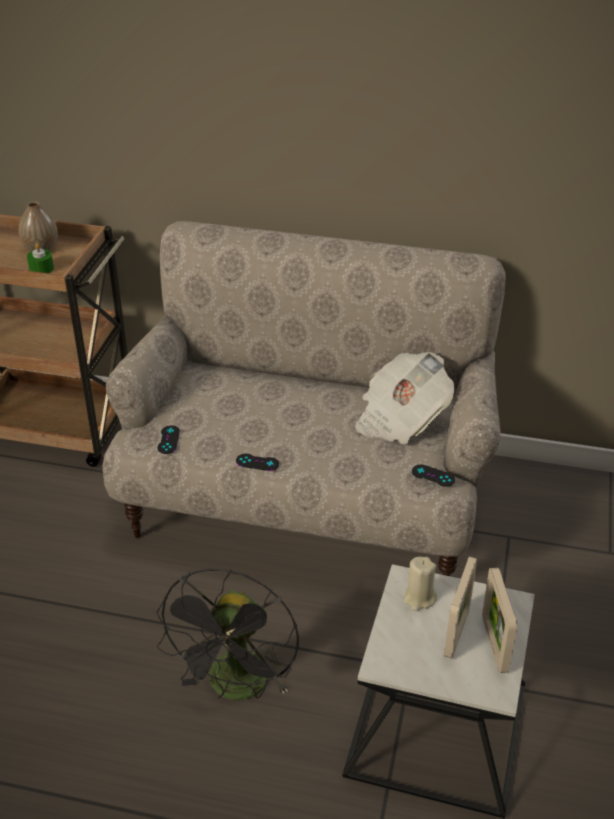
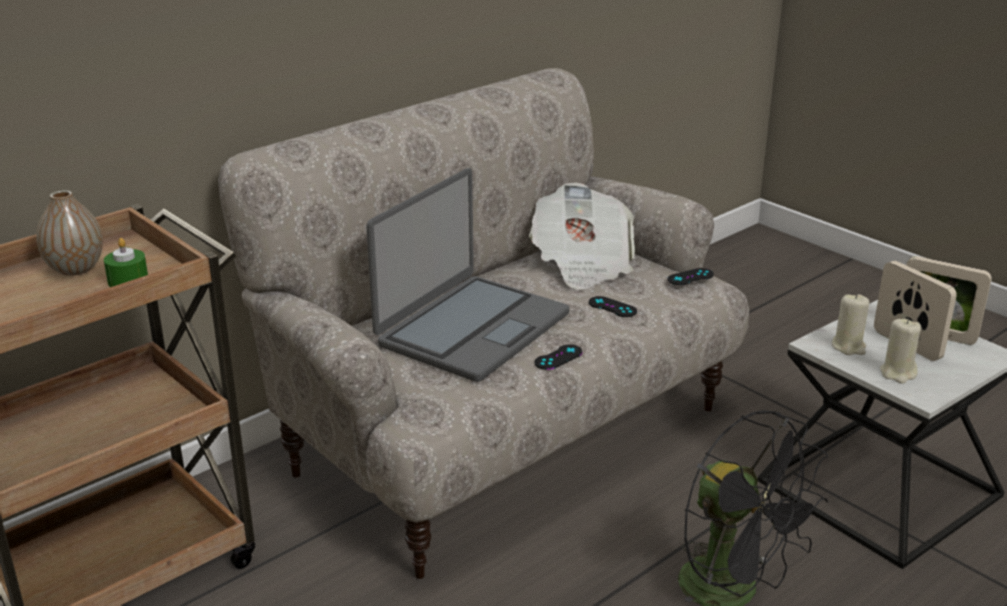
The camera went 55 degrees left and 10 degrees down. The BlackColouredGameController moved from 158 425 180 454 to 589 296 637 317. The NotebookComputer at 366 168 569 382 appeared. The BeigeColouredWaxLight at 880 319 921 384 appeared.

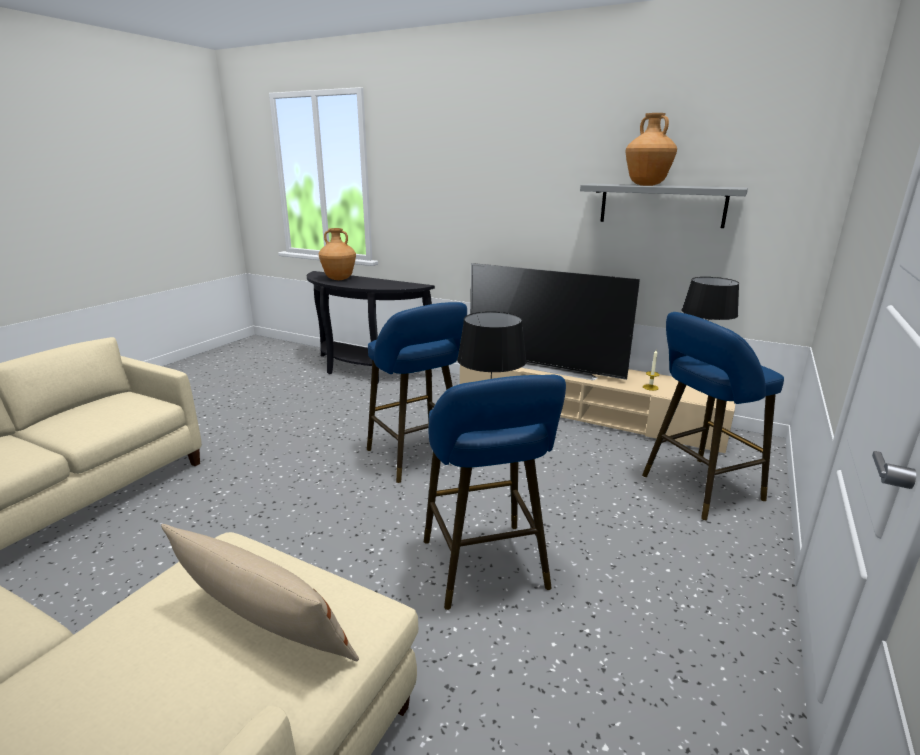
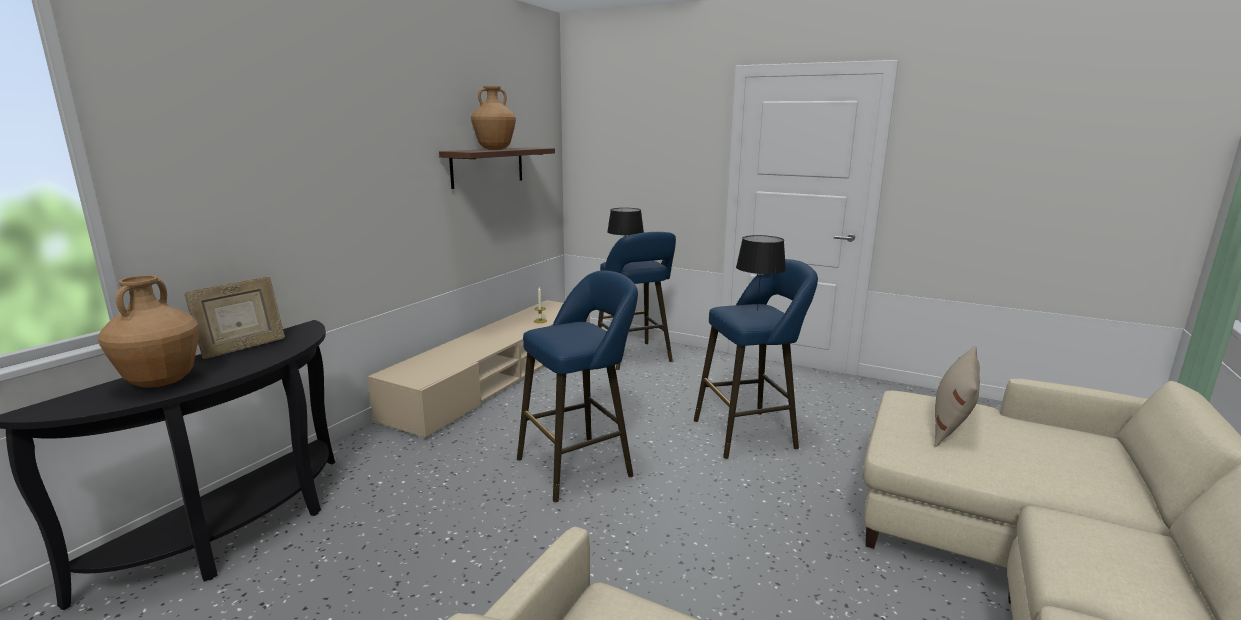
The camera went 90 degrees left and 5 degrees down. The GrayWallShelf at 580 184 748 228 became the BrownishWallShelf at 439 147 555 189. The Tv at 470 263 640 380 disappeared. The PhotoFrame at 184 276 285 359 appeared.

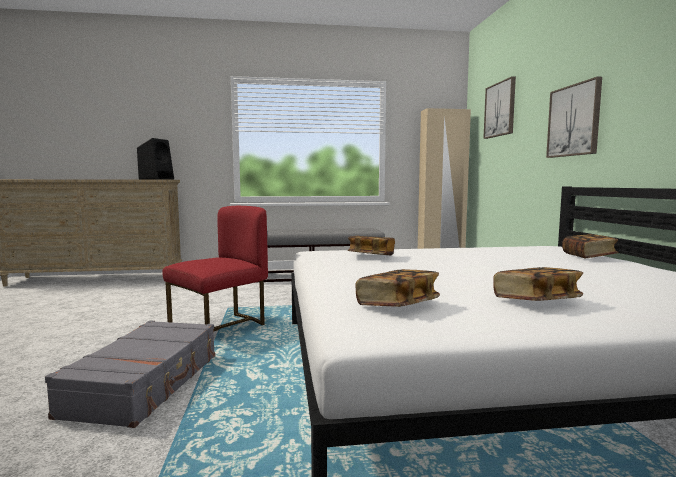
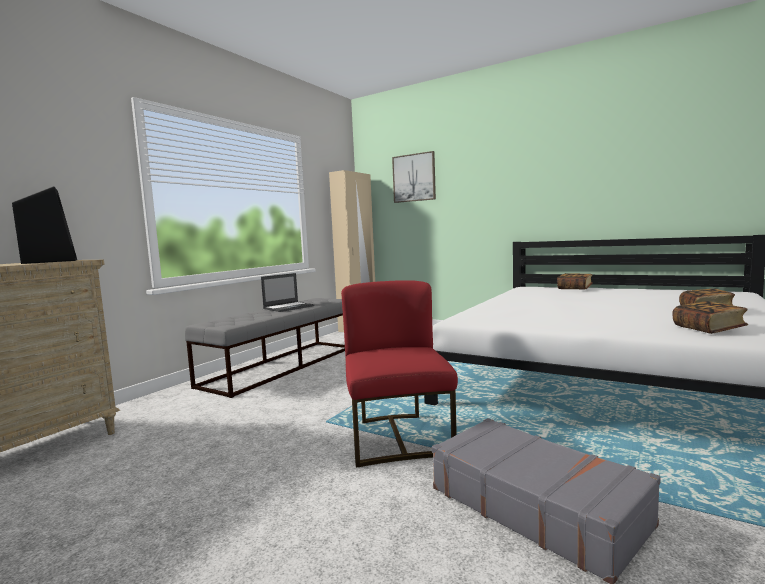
The camera went 50 degrees left and 0 degrees up. The WallPicture at 546 77 602 158 disappeared. The Volume at 348 236 395 255 disappeared. The NotebookComputer at 261 273 314 312 appeared.

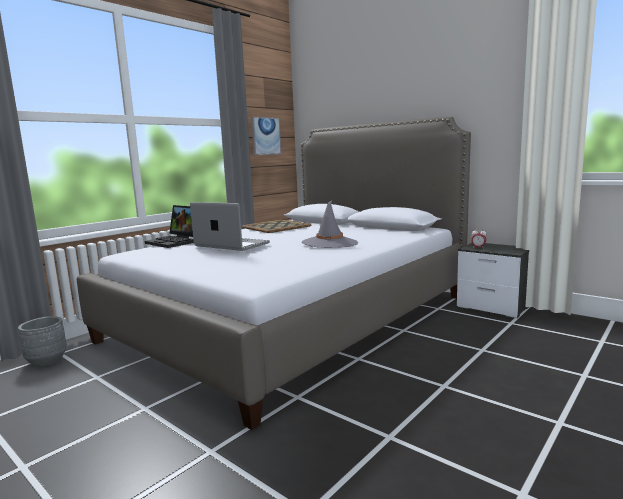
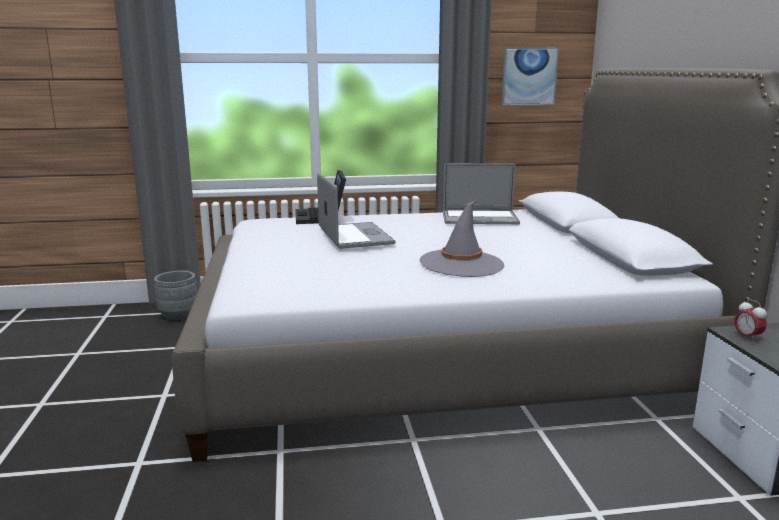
The camera went 40 degrees right and 5 degrees up. The Tray at 242 220 311 233 was replaced by the NotebookComputer at 443 163 520 224.

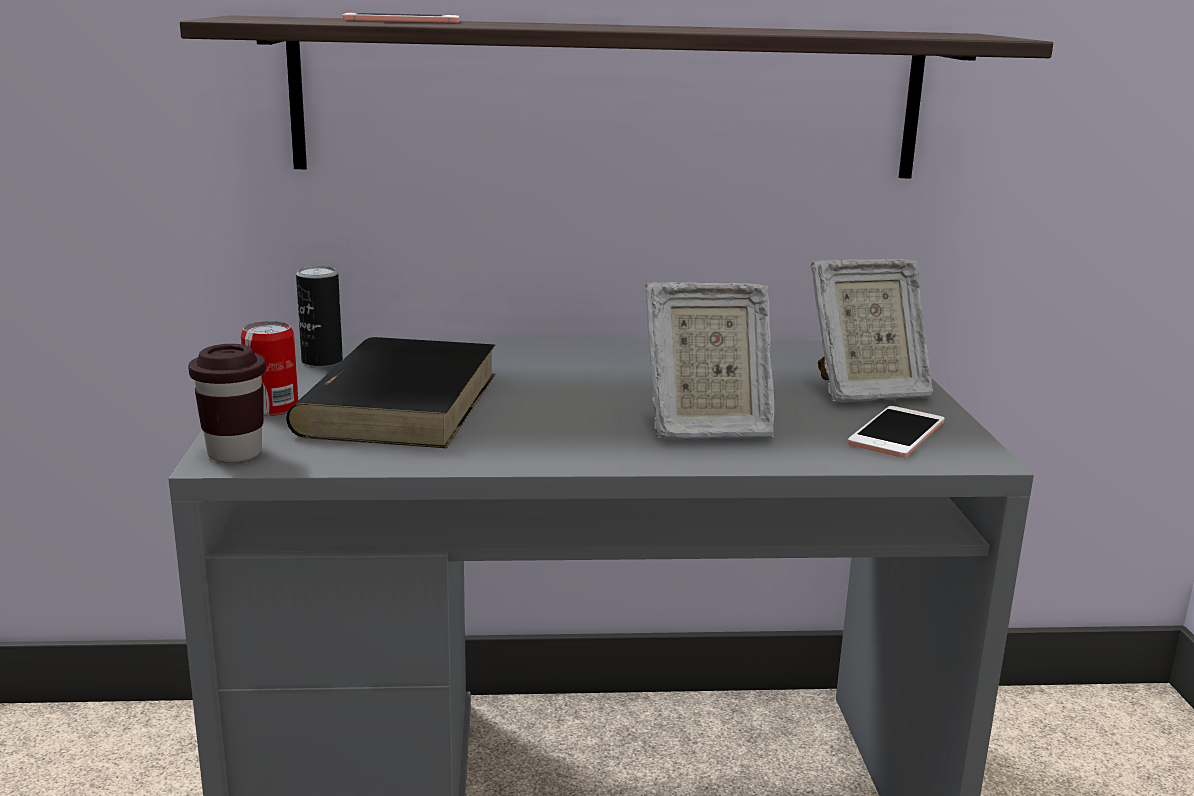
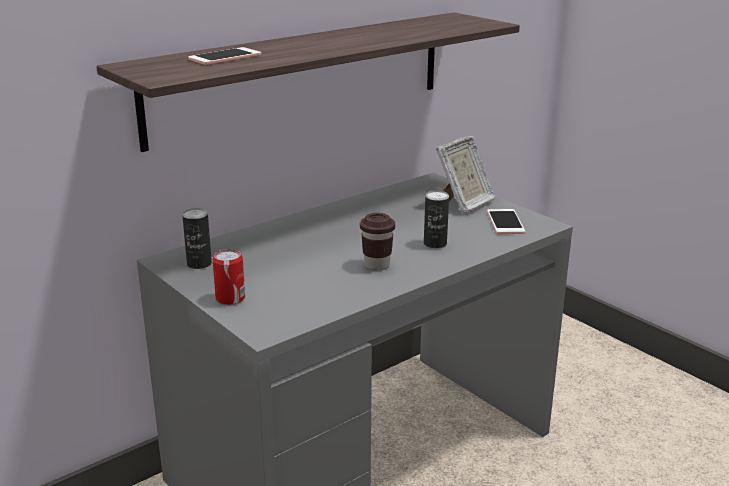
The camera went 35 degrees left and 5 degrees up. The PhotoFrame at 645 282 774 440 was replaced by the SealedCan at 424 190 449 249. The BlackColouredVolume at 286 337 495 448 disappeared. The BrownishSmallCup moved from 188 344 266 463 to 360 213 395 270.

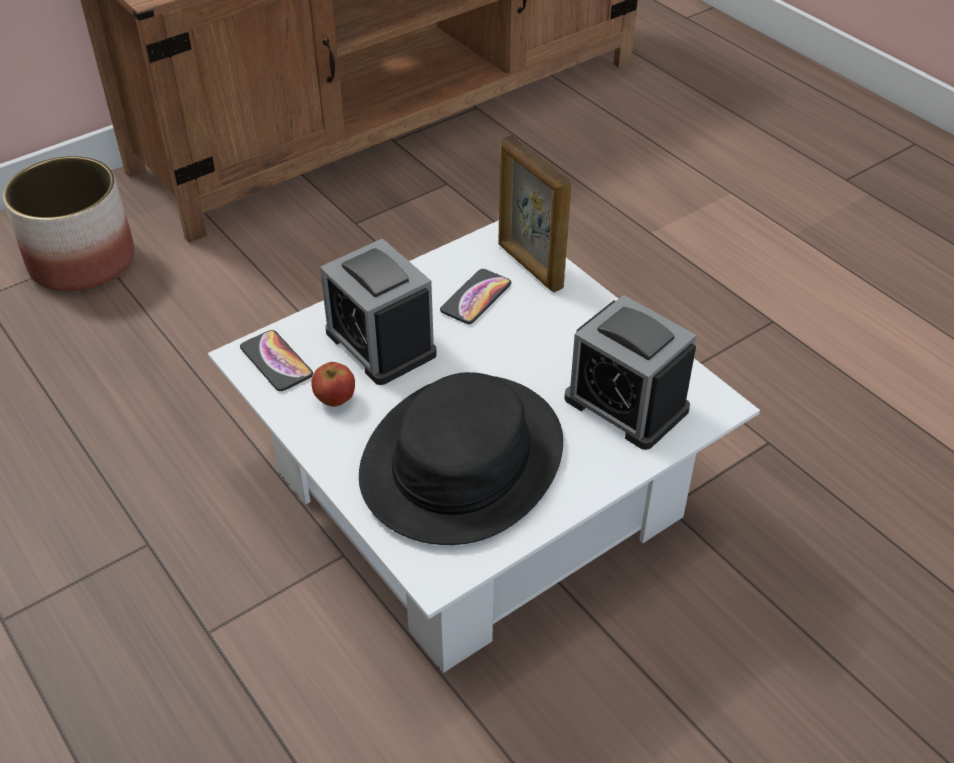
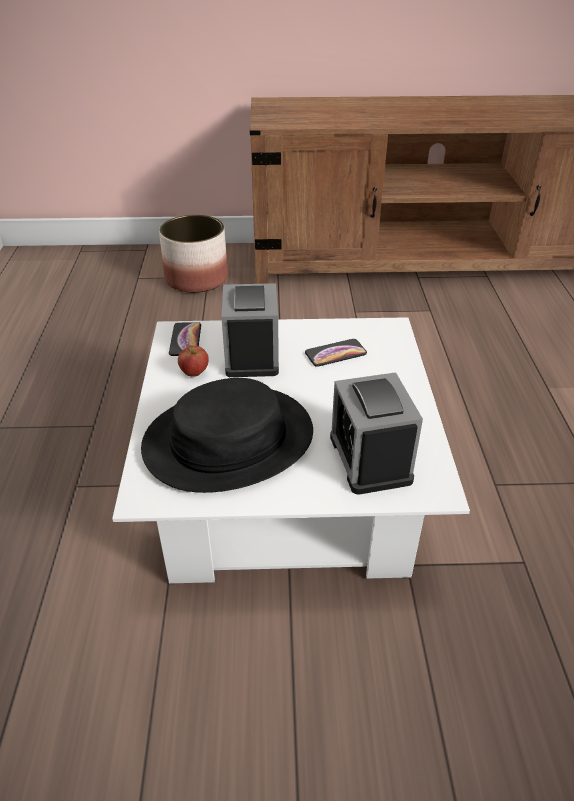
The camera went 35 degrees right and 5 degrees down. The PhotoFrame at 498 135 571 292 disappeared.

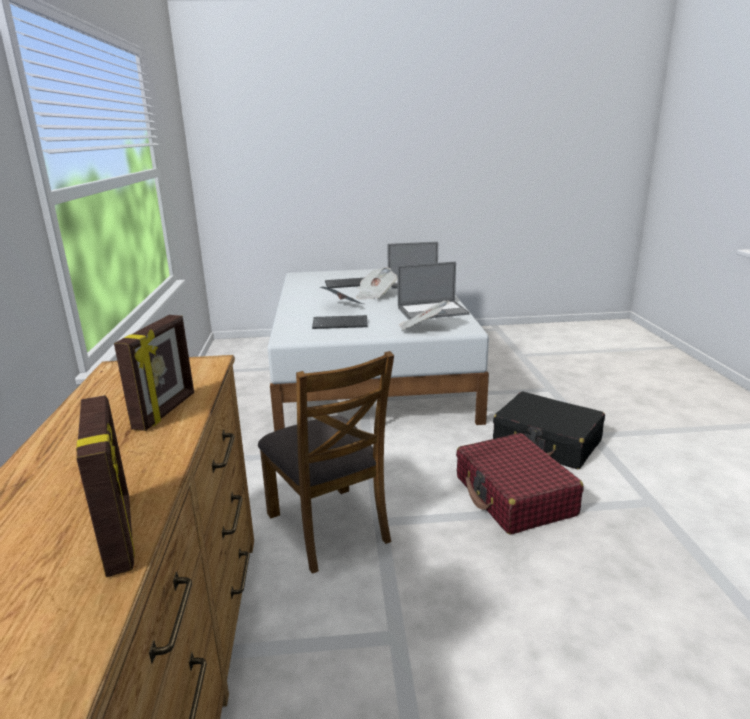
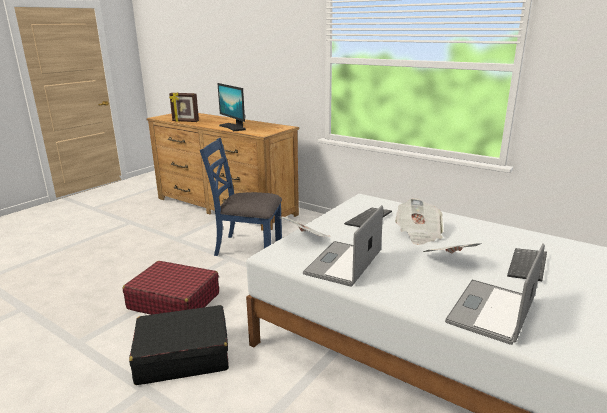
The camera went 130 degrees right and 0 degrees up. The PhotoFrame at 114 315 194 431 was replaced by the ComputerDisplay at 217 83 246 131. The BrownishUprightChair at 258 351 394 574 became the BlueUprightChair at 200 138 282 256.

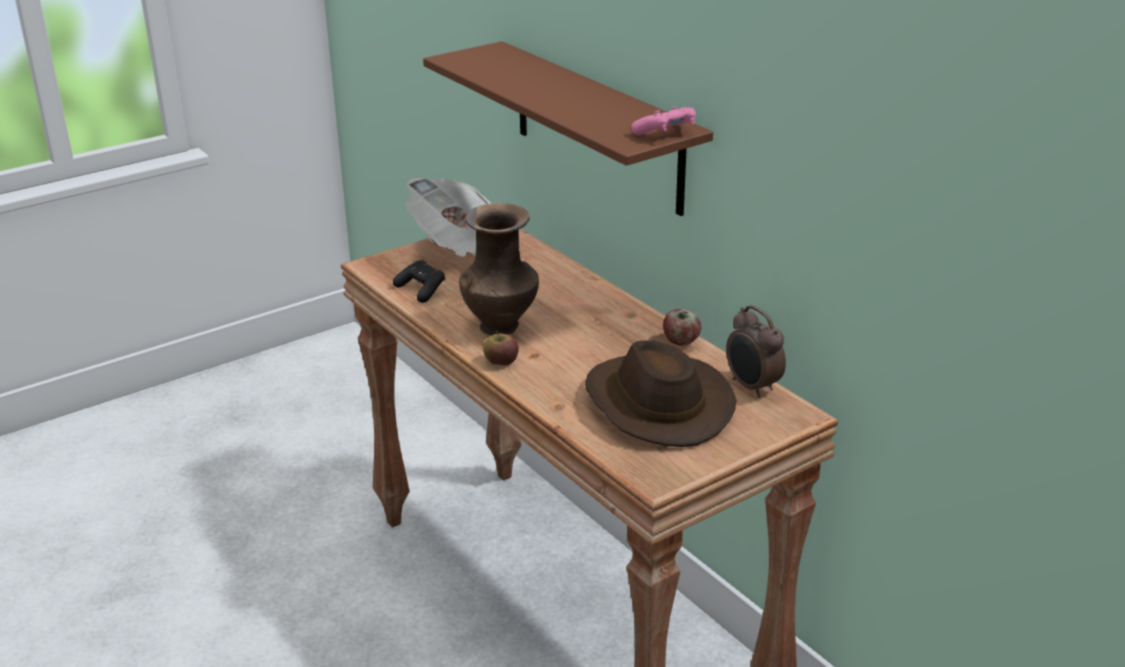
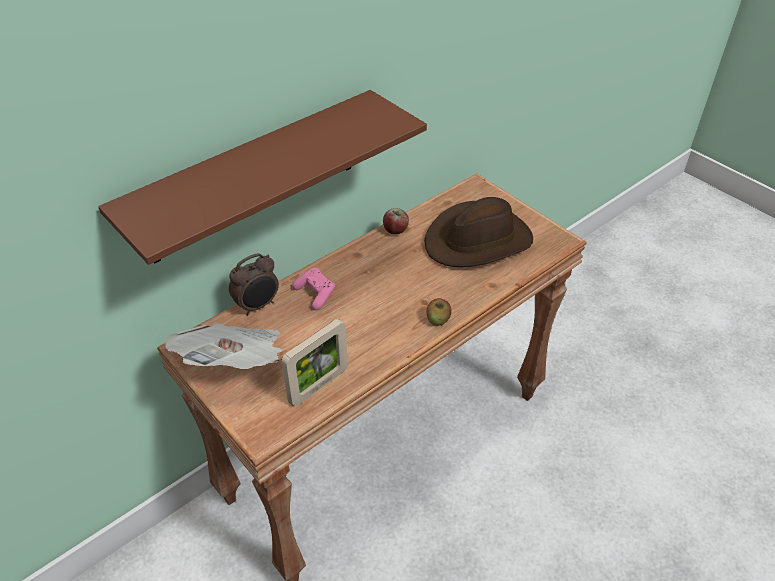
The camera went 95 degrees left and 15 degrees up. The PinkGameController moved from 631 107 696 135 to 292 268 336 310. The BrownishVase at 459 203 539 335 disappeared. The BlackColouredGameController at 393 260 445 303 was replaced by the PhotoFrame at 281 319 348 407. The AlarmClock moved from 726 305 786 398 to 229 253 279 316.

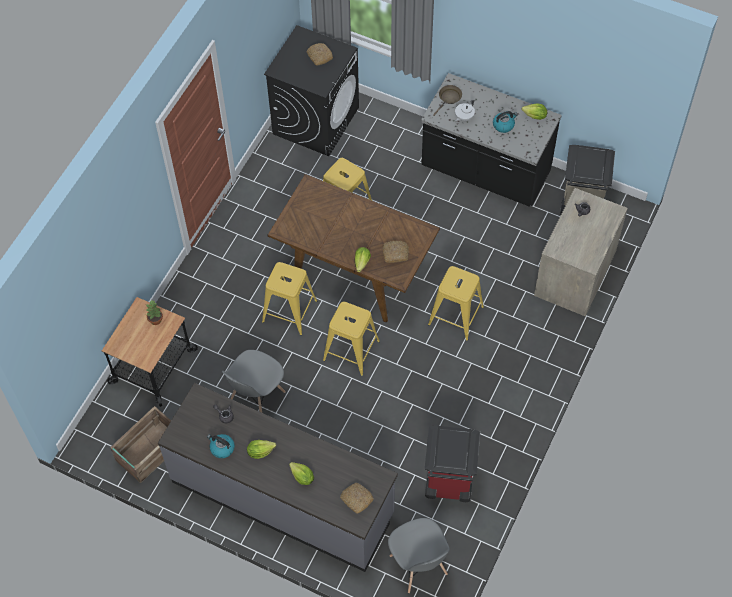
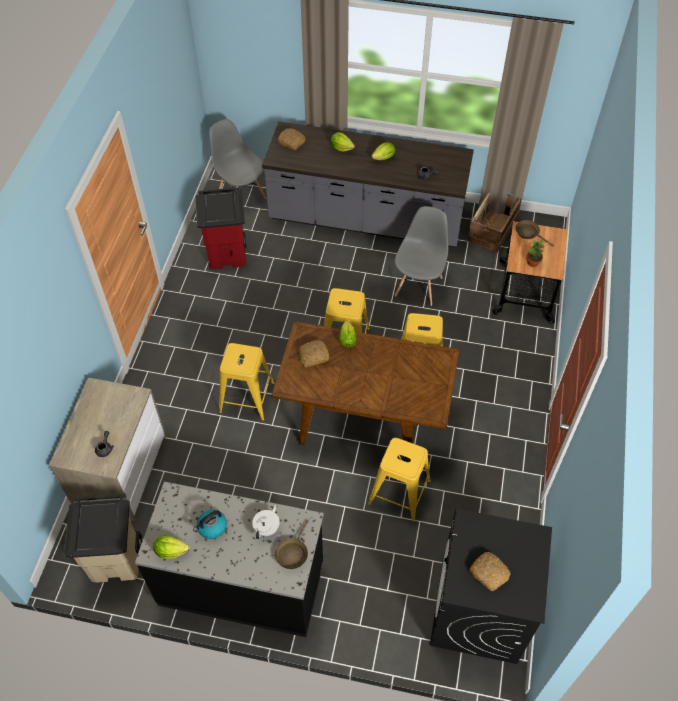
The camera went 165 degrees right and 5 degrees down. The TeaKettle at 207 434 235 458 disappeared. The BrownishSkillet at 516 220 554 247 appeared.

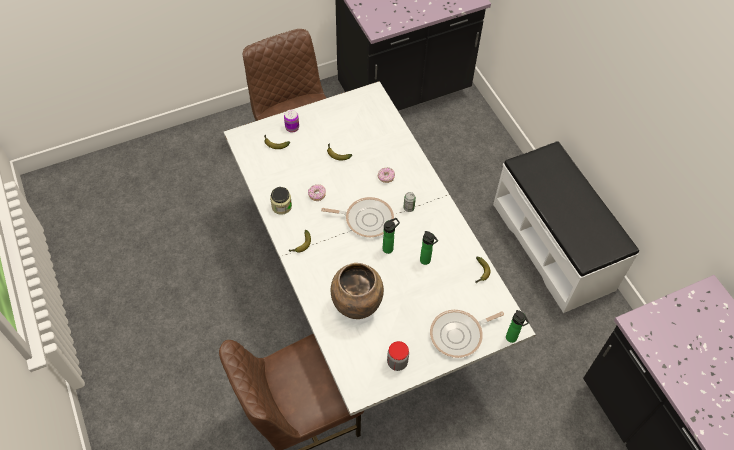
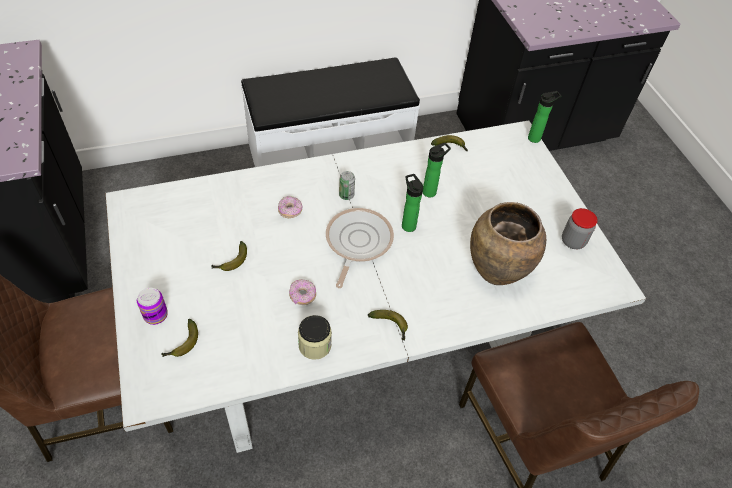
The camera went 85 degrees left and 5 degrees down. The Skillet at 430 310 504 358 disappeared.

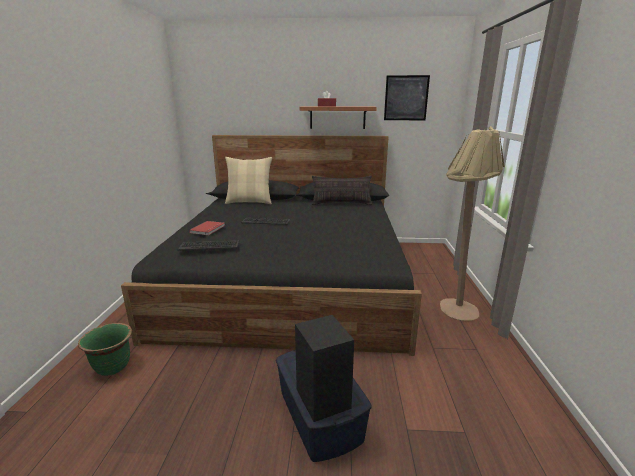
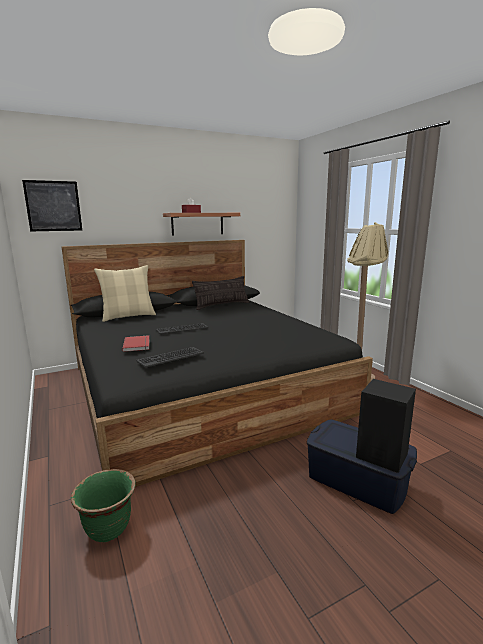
The camera went 30 degrees left and 5 degrees down. The WallPicture moved from 384 75 430 120 to 22 180 82 231.

